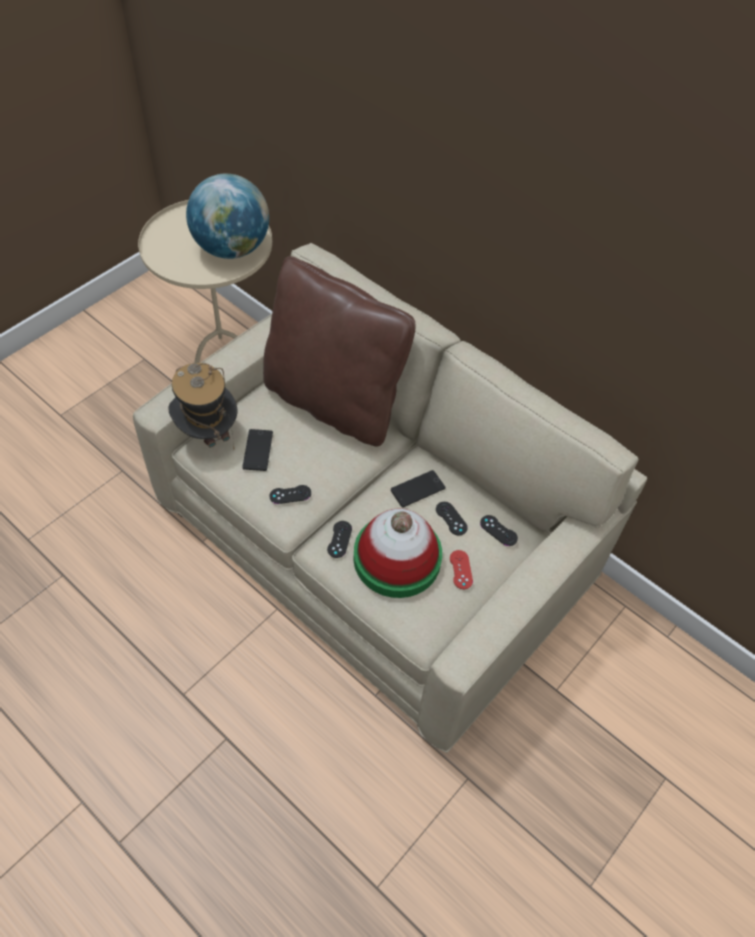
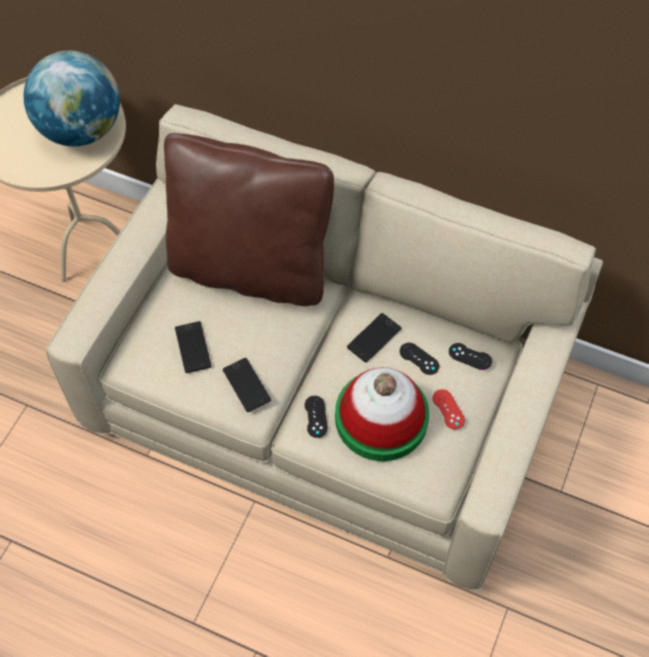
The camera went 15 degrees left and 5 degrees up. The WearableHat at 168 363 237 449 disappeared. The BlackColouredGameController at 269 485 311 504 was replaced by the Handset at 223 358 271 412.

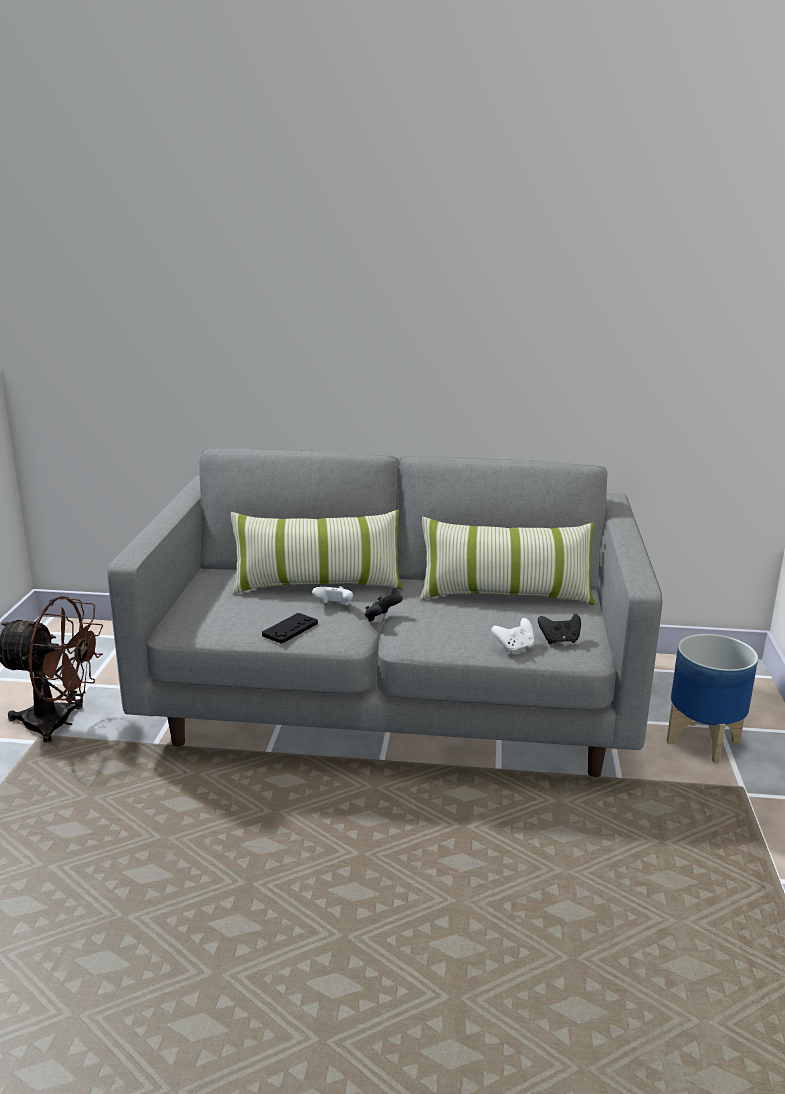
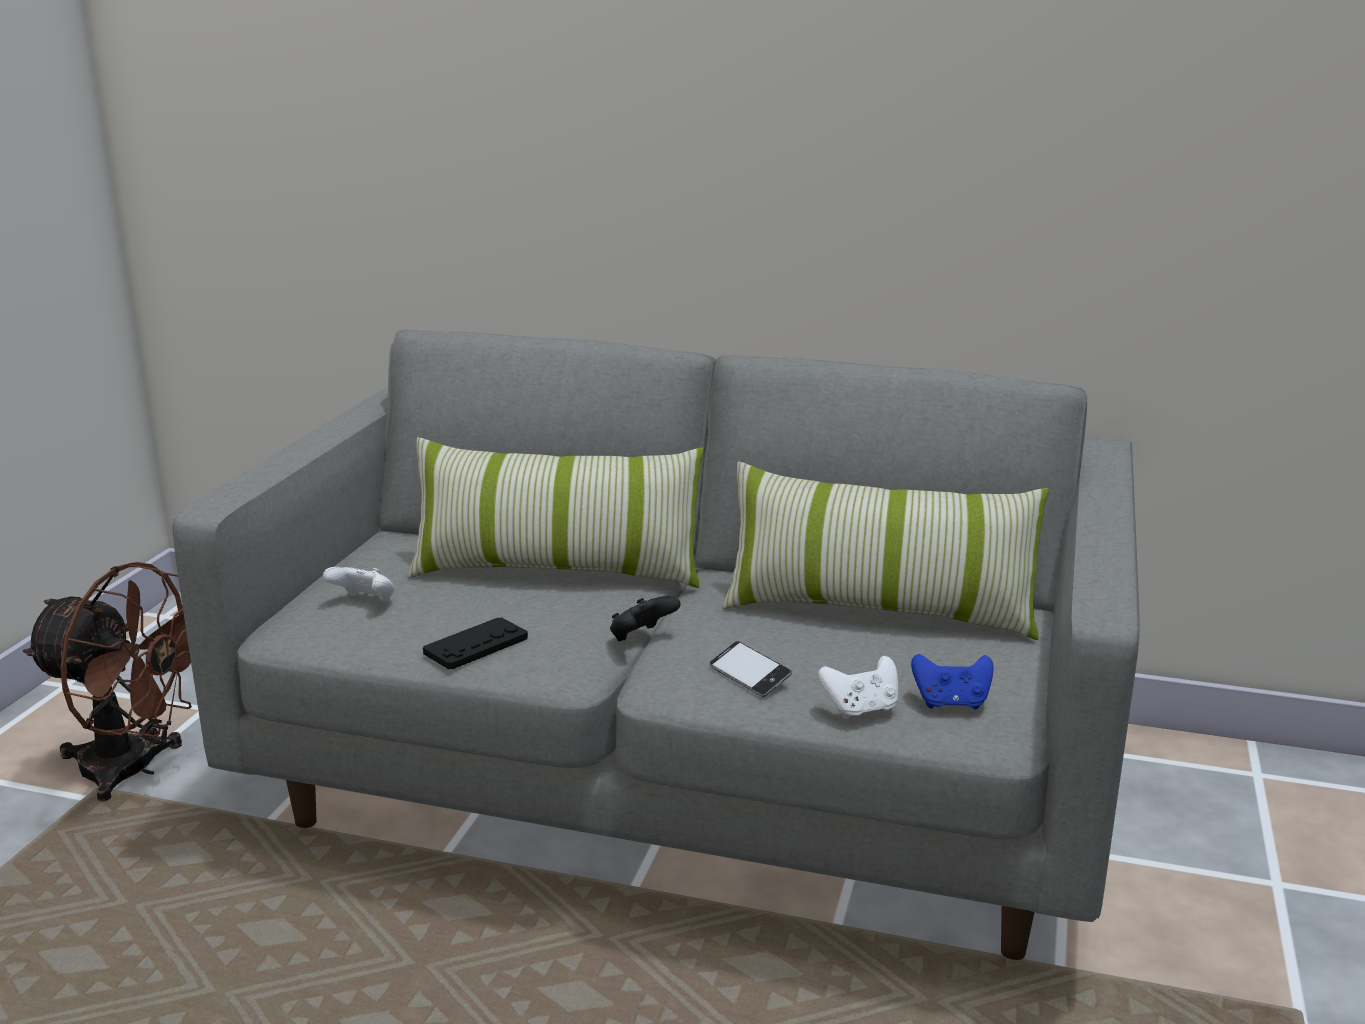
The camera went 10 degrees right and 0 degrees up. The WhiteGameController moved from 312 586 353 606 to 323 567 395 602. The BlackColouredGameController at 538 614 581 644 became the BlueGameController at 911 654 994 709. The PlantPot at 667 634 758 764 disappeared. The Handset at 709 641 792 697 appeared.

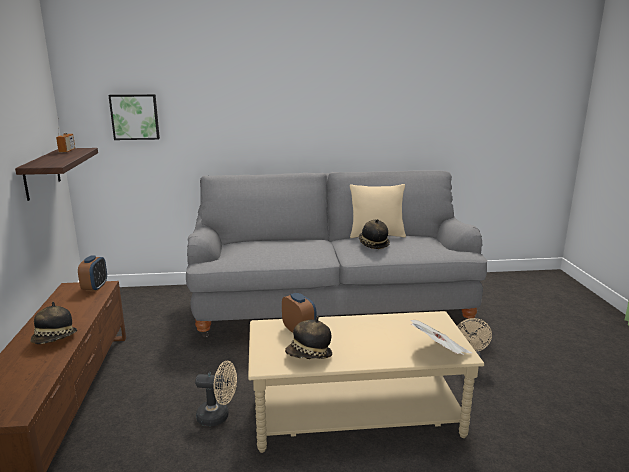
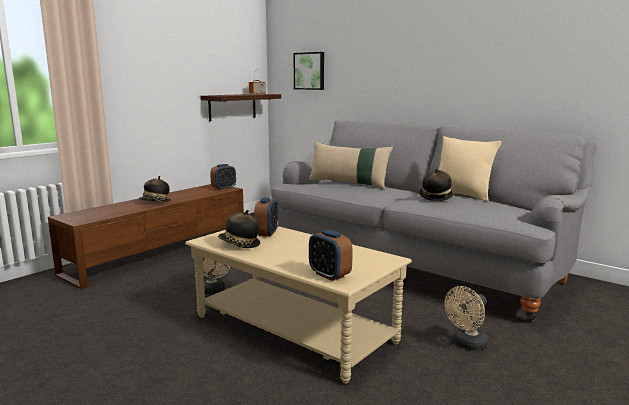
The camera went 45 degrees right and 5 degrees down. The Newspaper at 410 320 472 355 was replaced by the AlarmClock at 309 229 353 281. The BeigeColouredCushion at 309 141 393 189 appeared.

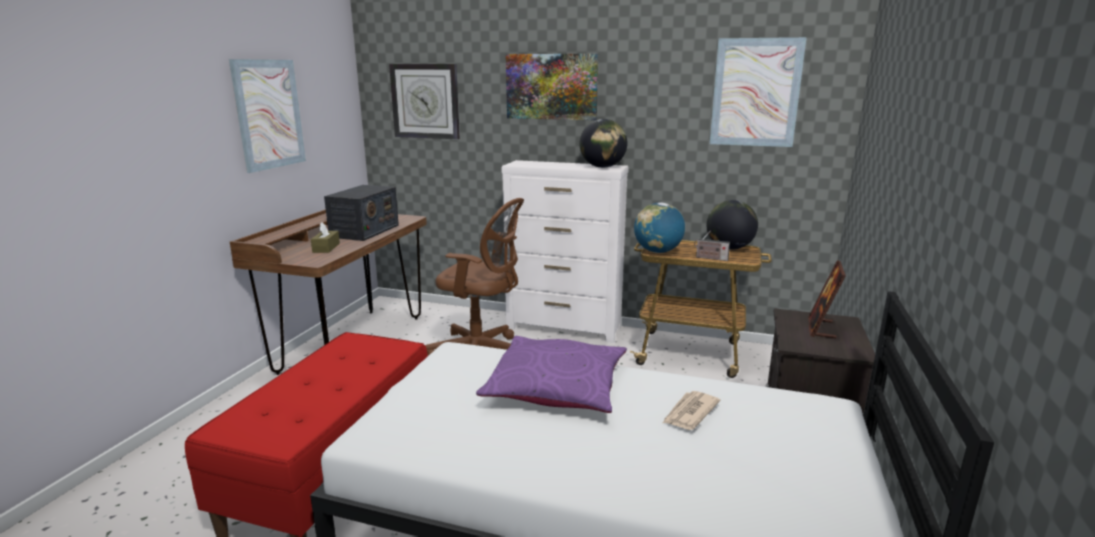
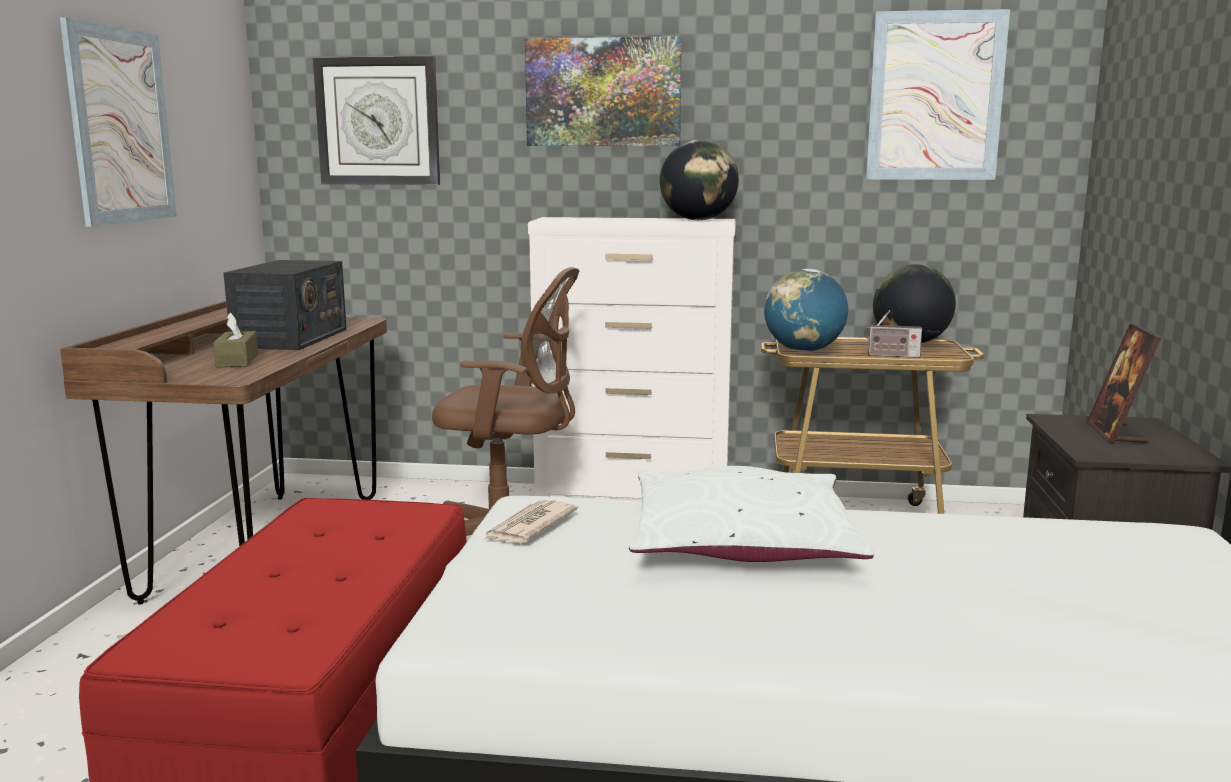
The camera went 10 degrees left and 5 degrees down. The PurpleCushion at 476 336 627 413 became the WhiteCushion at 629 466 874 562. The Newspaper moved from 662 391 720 430 to 483 500 578 543.

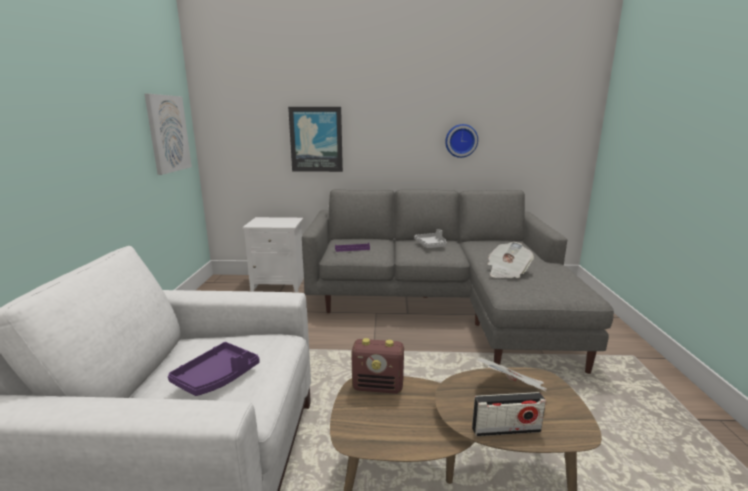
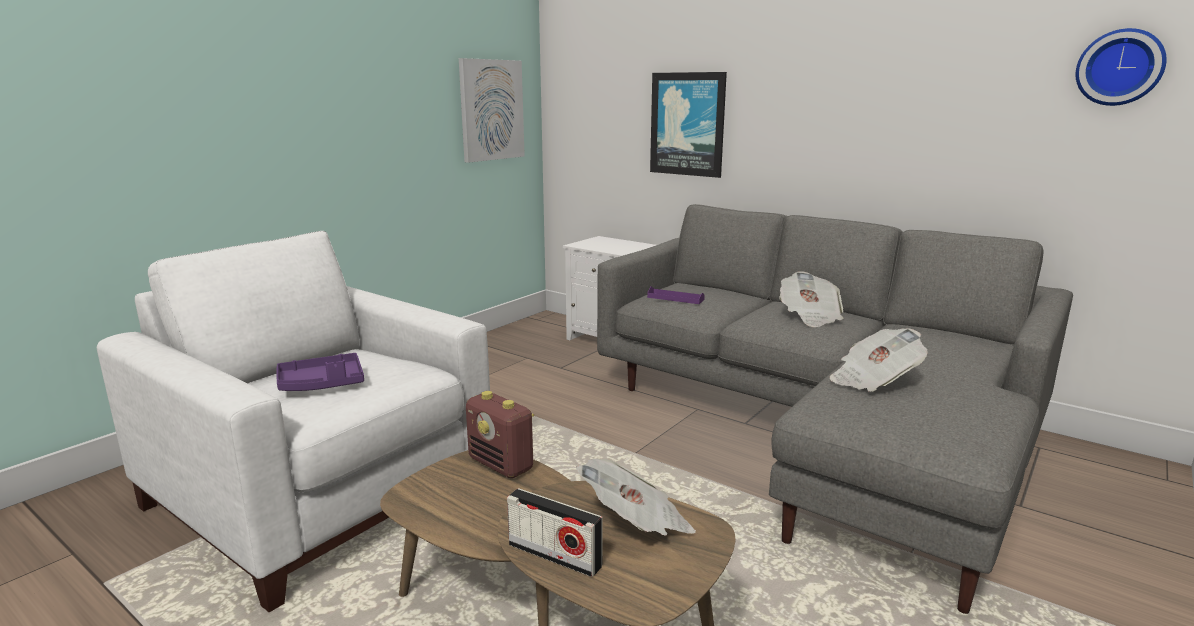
The camera went 35 degrees right and 0 degrees up. The WallClock moved from 445 124 478 158 to 1076 28 1167 106. The GrayTray at 414 229 446 248 was replaced by the Newspaper at 779 271 843 327.

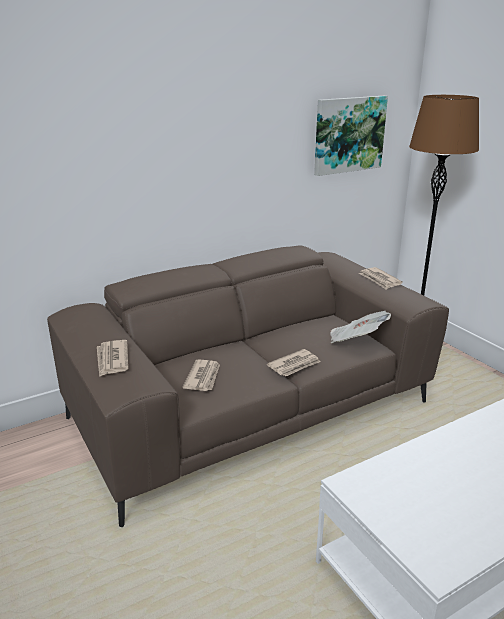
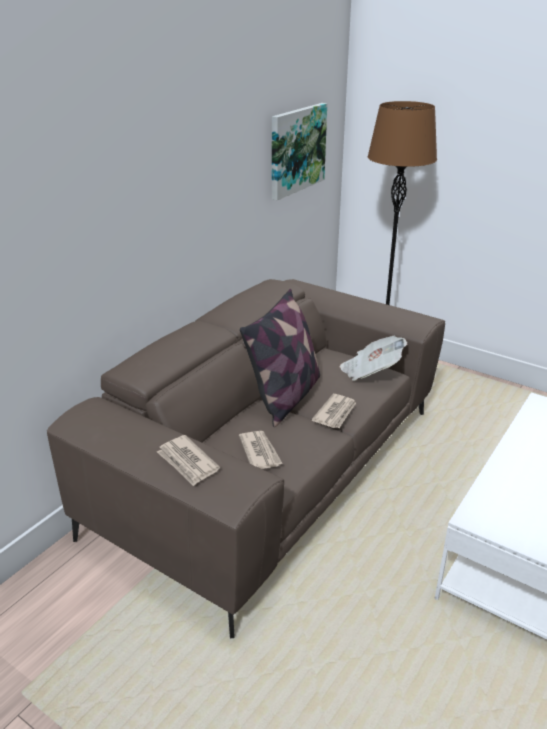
The camera went 25 degrees left and 5 degrees up. The Newspaper at 359 267 403 290 disappeared. The Cushion at 240 289 320 427 appeared.

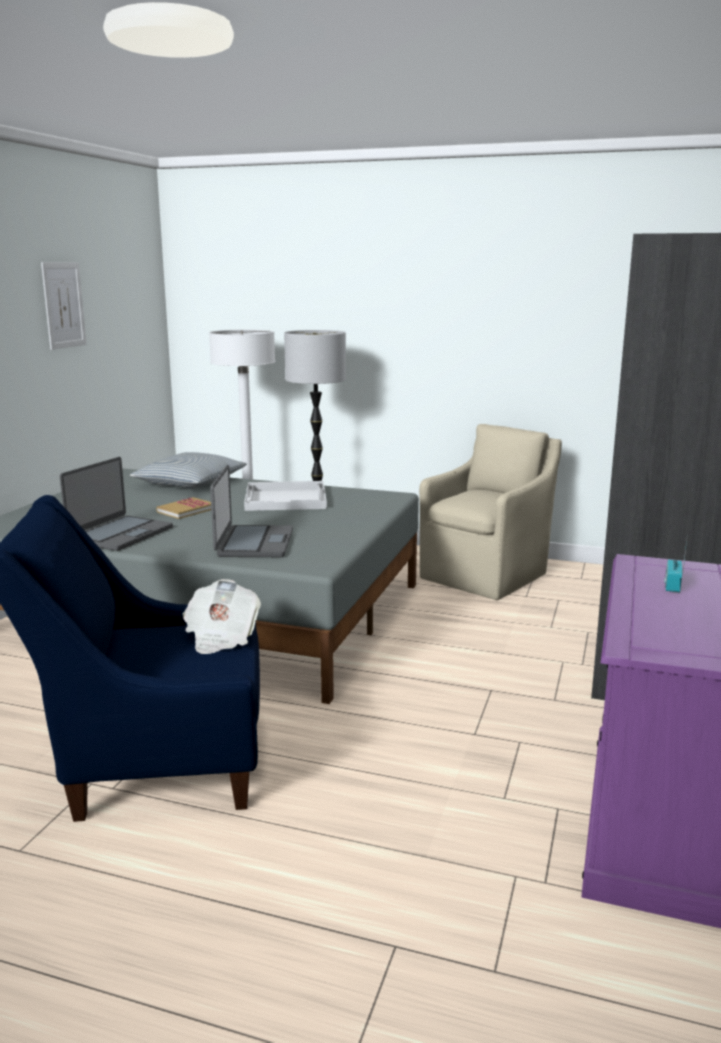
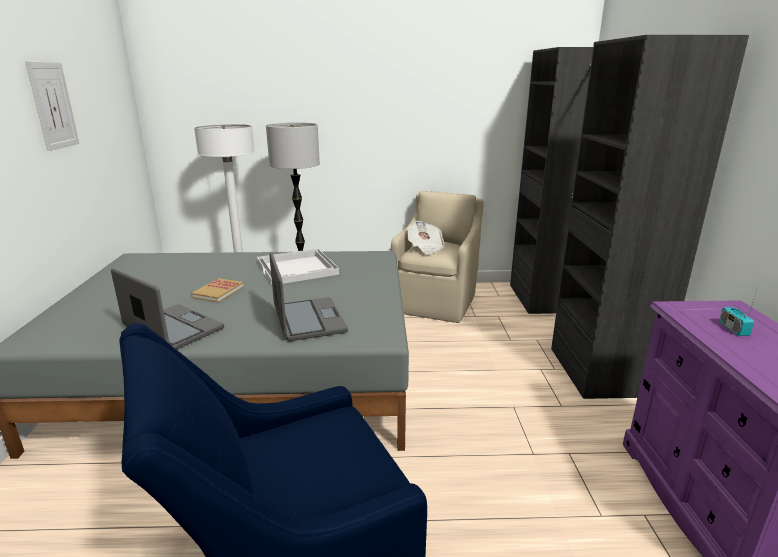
The camera went 20 degrees left and 5 degrees up. The Cushion at 130 452 247 488 disappeared. The NotebookComputer at 60 457 173 551 turned 60 degrees counterclockwise. The Newspaper moved from 183 579 261 654 to 407 221 444 255.

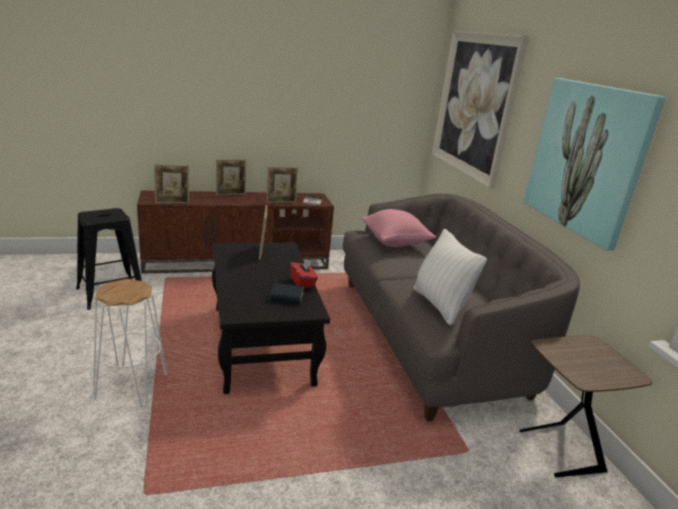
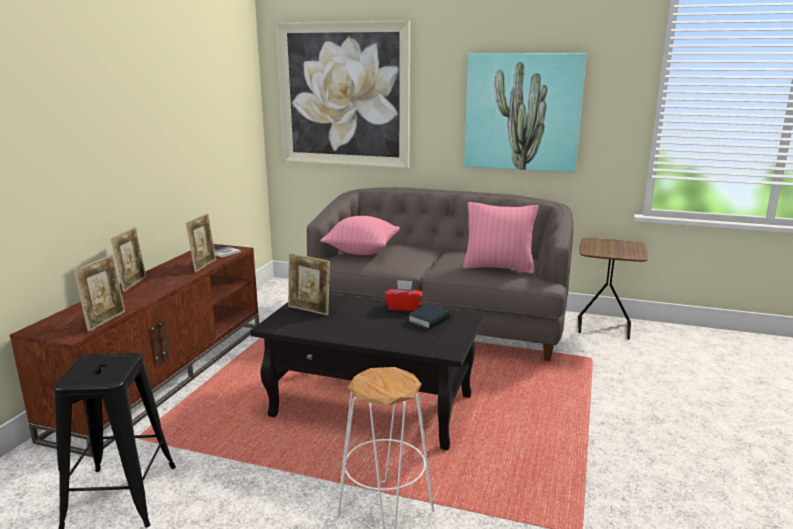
The camera went 55 degrees left and 5 degrees down. The WhiteCushion at 413 229 487 326 became the PinkCushion at 463 202 538 274.

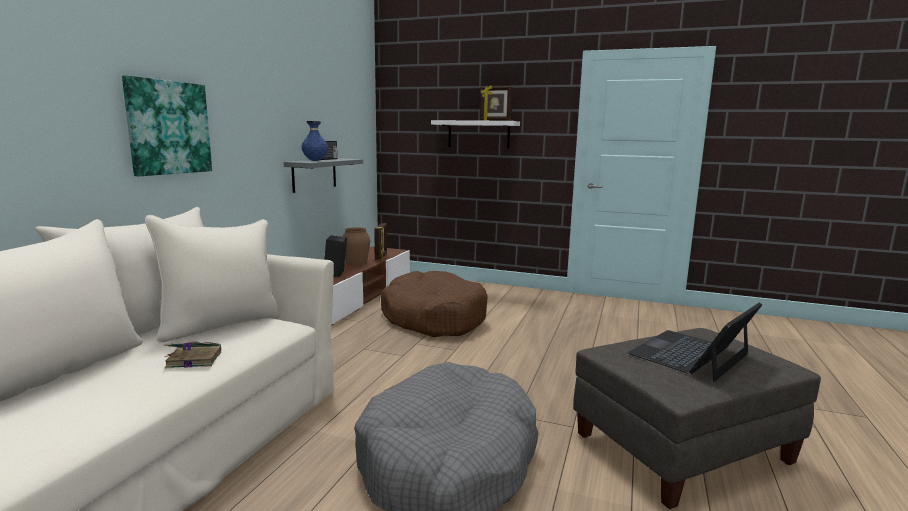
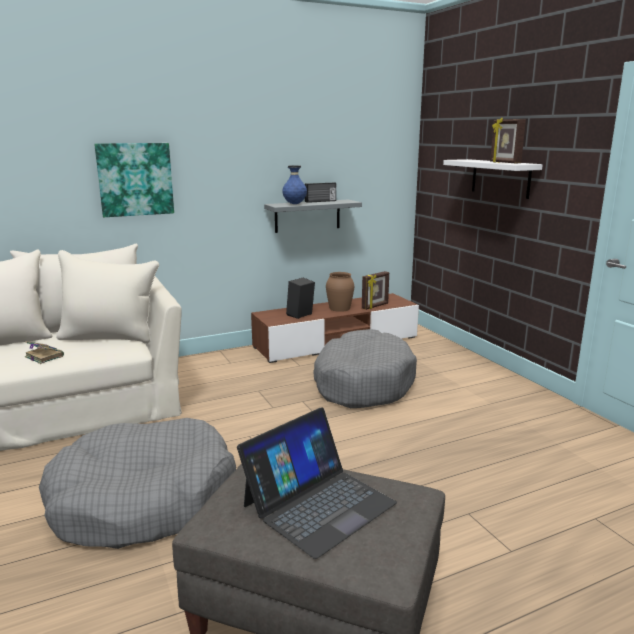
The camera went 45 degrees right and 5 degrees up. The BrownishDogCushion at 381 271 488 337 became the GrayDogCushion at 313 329 417 408. The NotebookComputer at 628 302 763 382 turned 135 degrees clockwise.

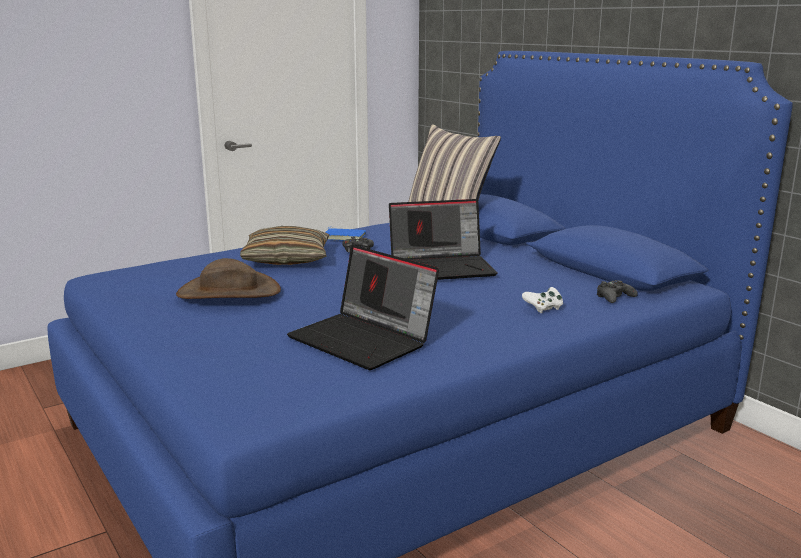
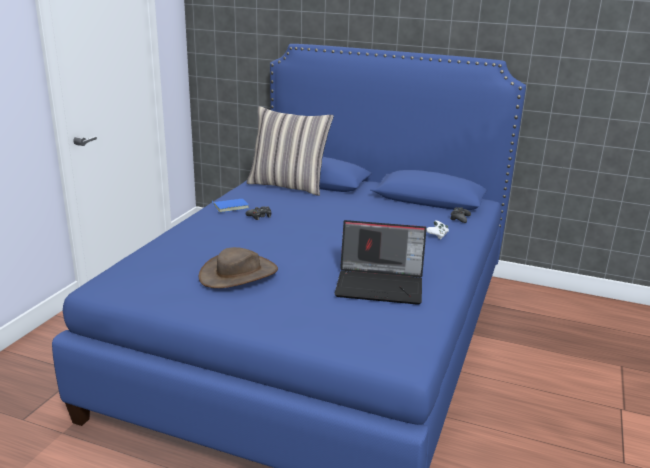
The camera went 35 degrees left and 5 degrees up. The NotebookComputer at 389 199 498 280 disappeared. The Cushion at 240 226 329 265 disappeared.

